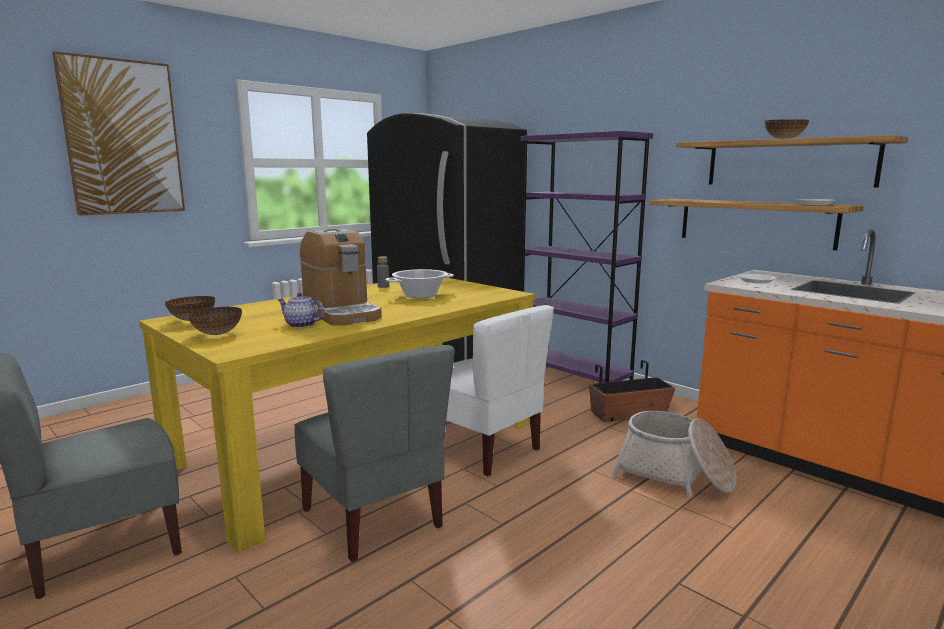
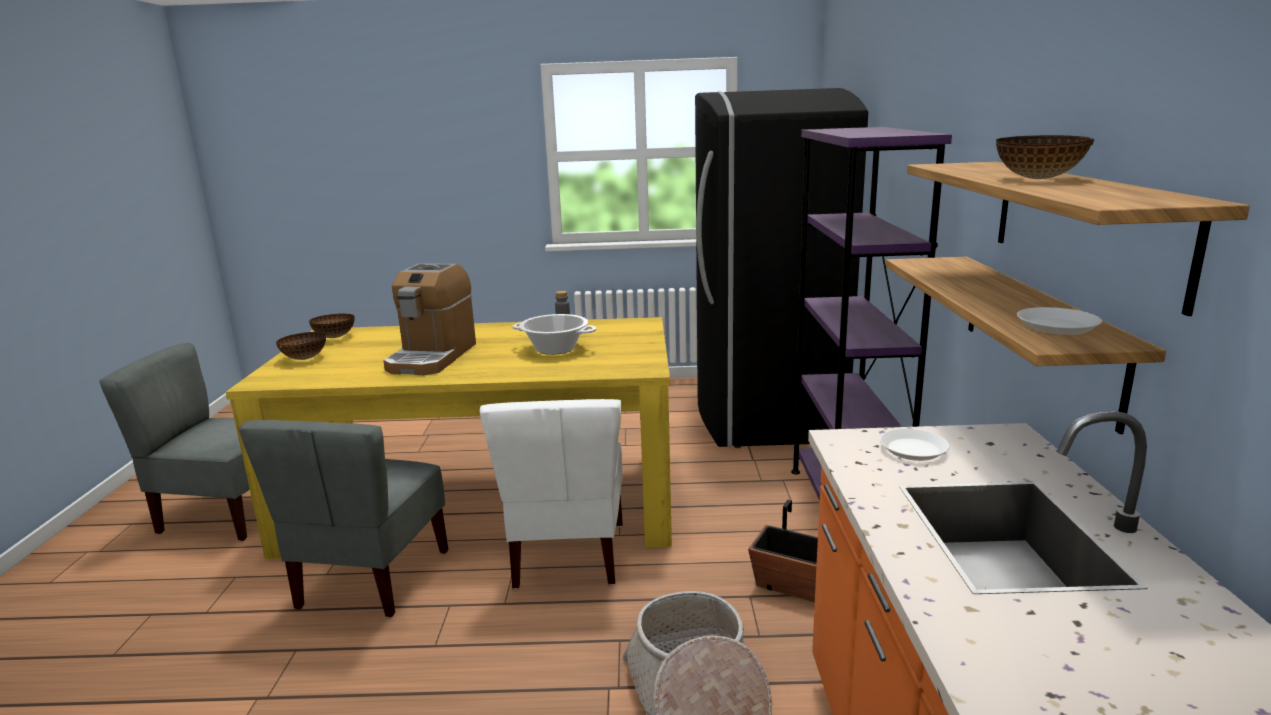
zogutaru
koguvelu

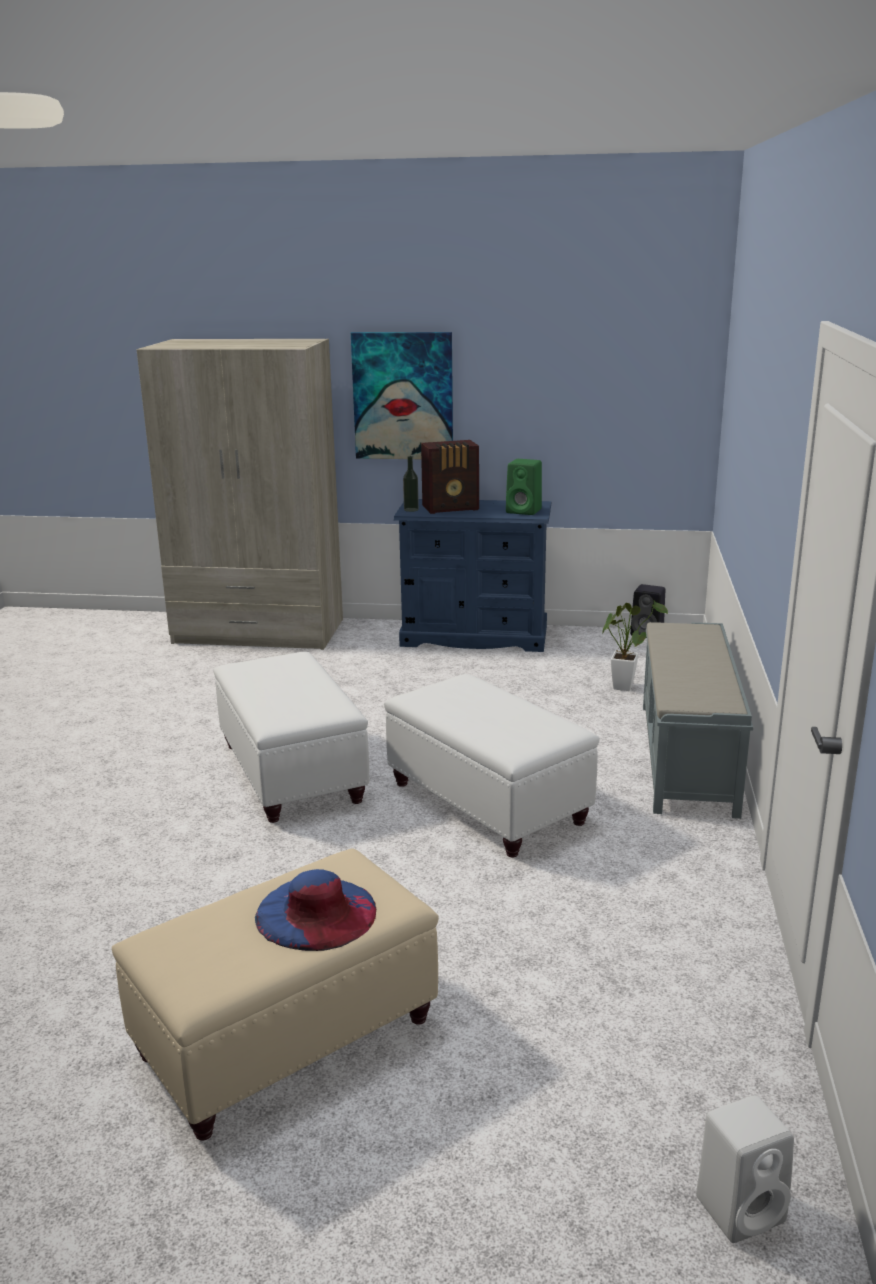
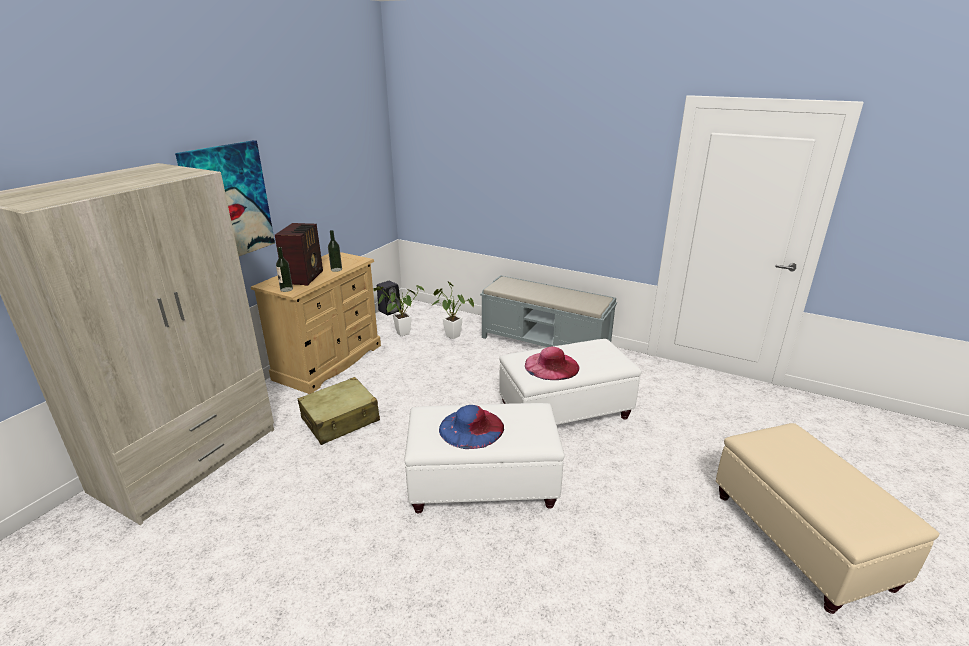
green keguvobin
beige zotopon
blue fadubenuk
white keguvobin
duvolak (2nd from left)
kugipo (1st from left)
pink fadubenuk
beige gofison

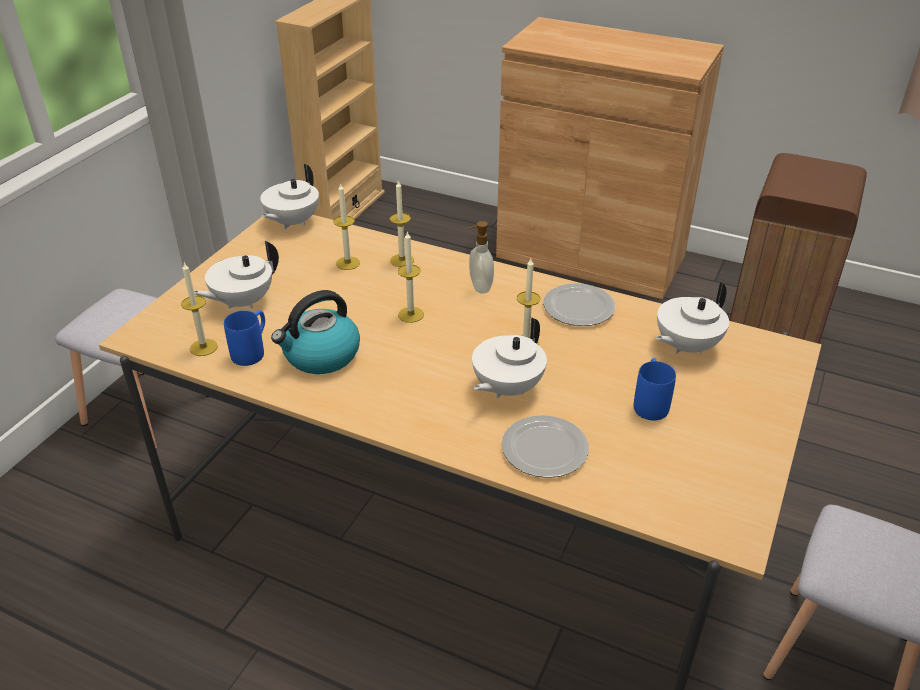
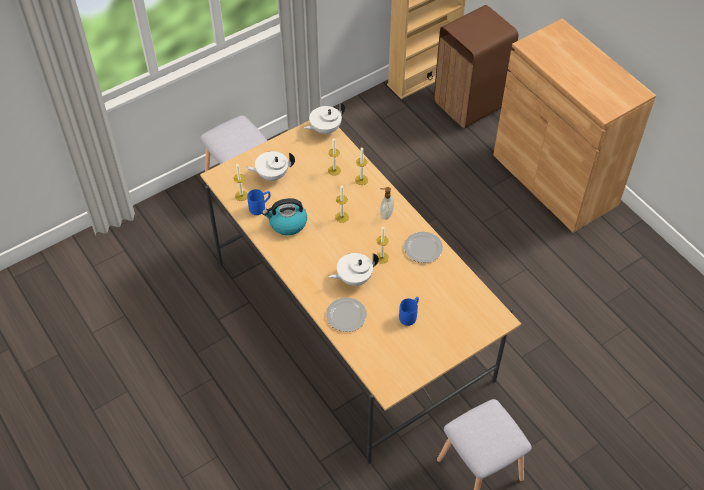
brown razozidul
white koguvelu (4th from left in the first image)

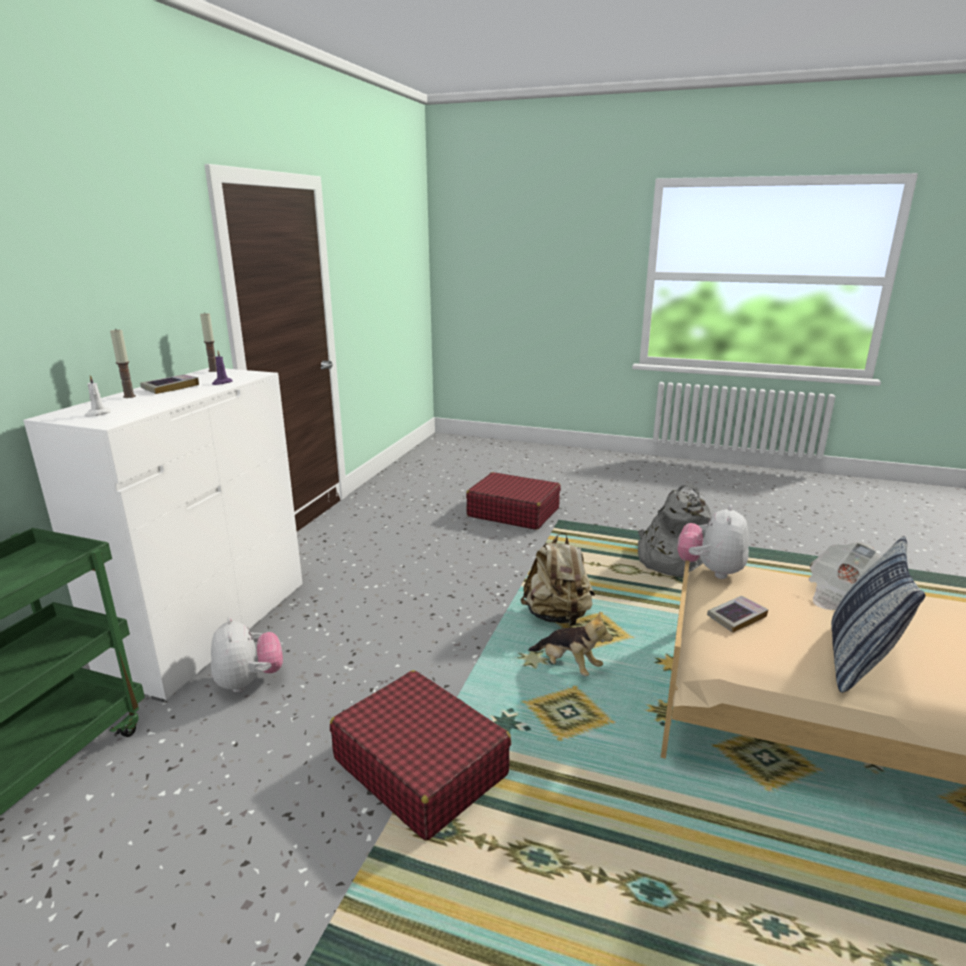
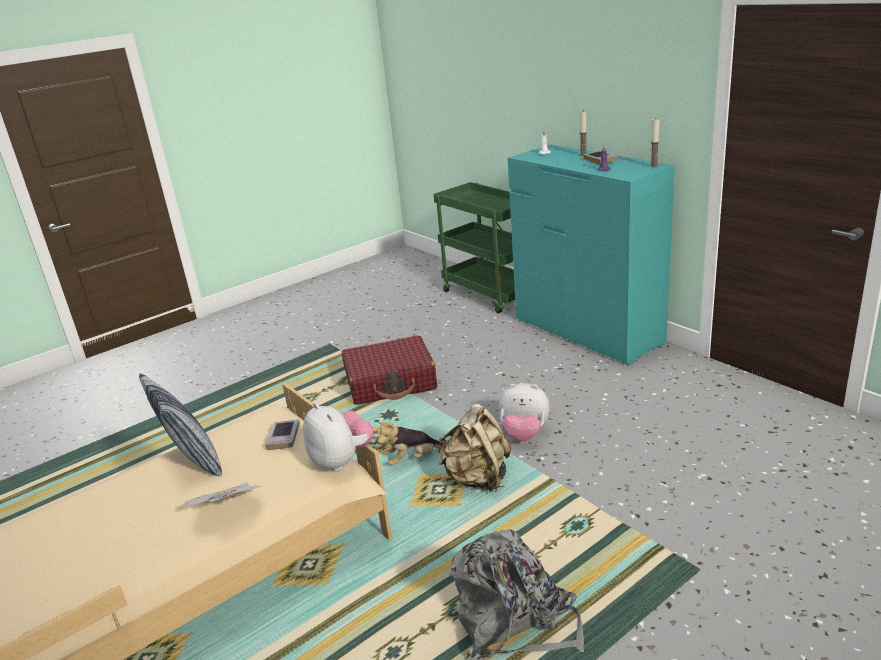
turquoise zotopon
red gofison (2nd from left in the first image)
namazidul (3rd from left)

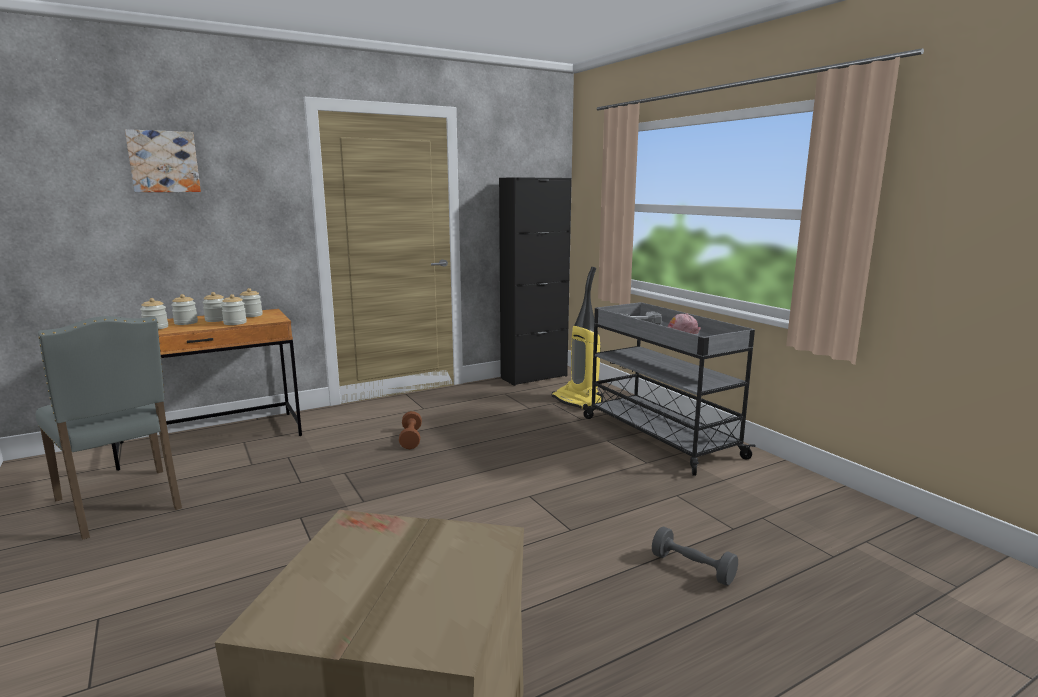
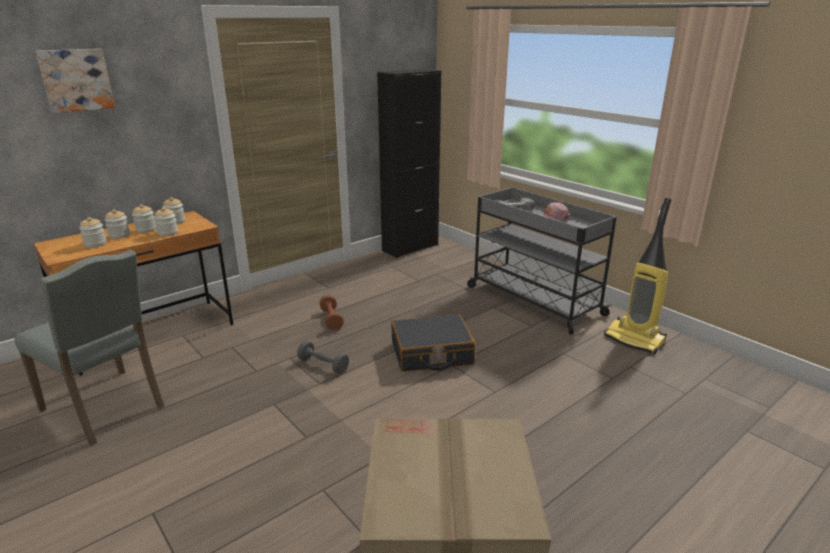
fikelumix
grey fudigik
black gofison

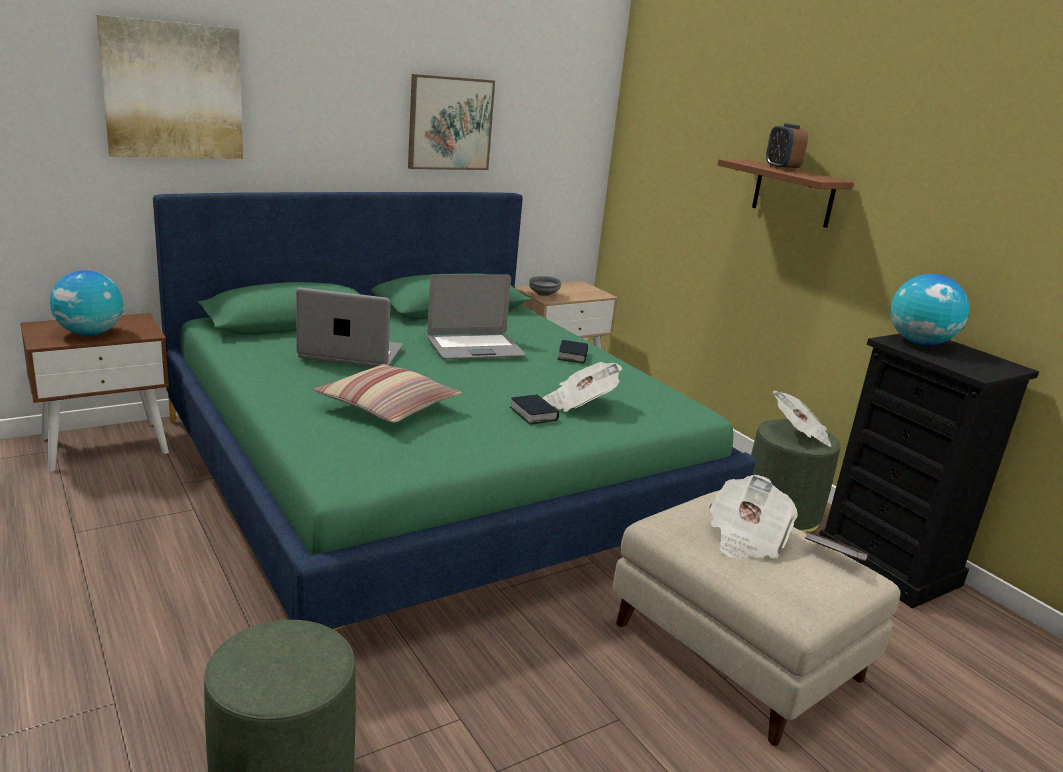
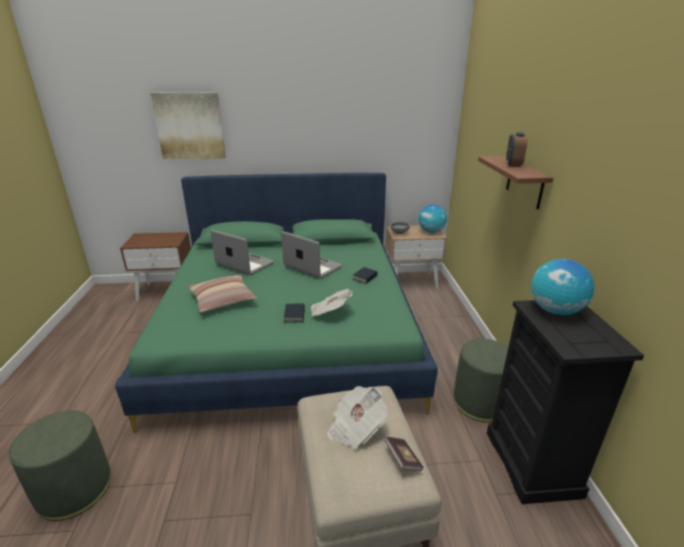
zogutaru (2nd from left in the first image)
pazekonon (1st from left)
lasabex (2nd from left)
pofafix (3rd from left in the first image)

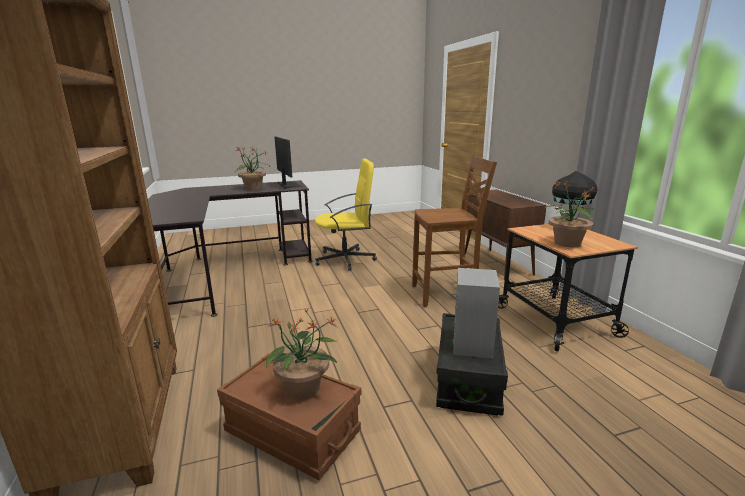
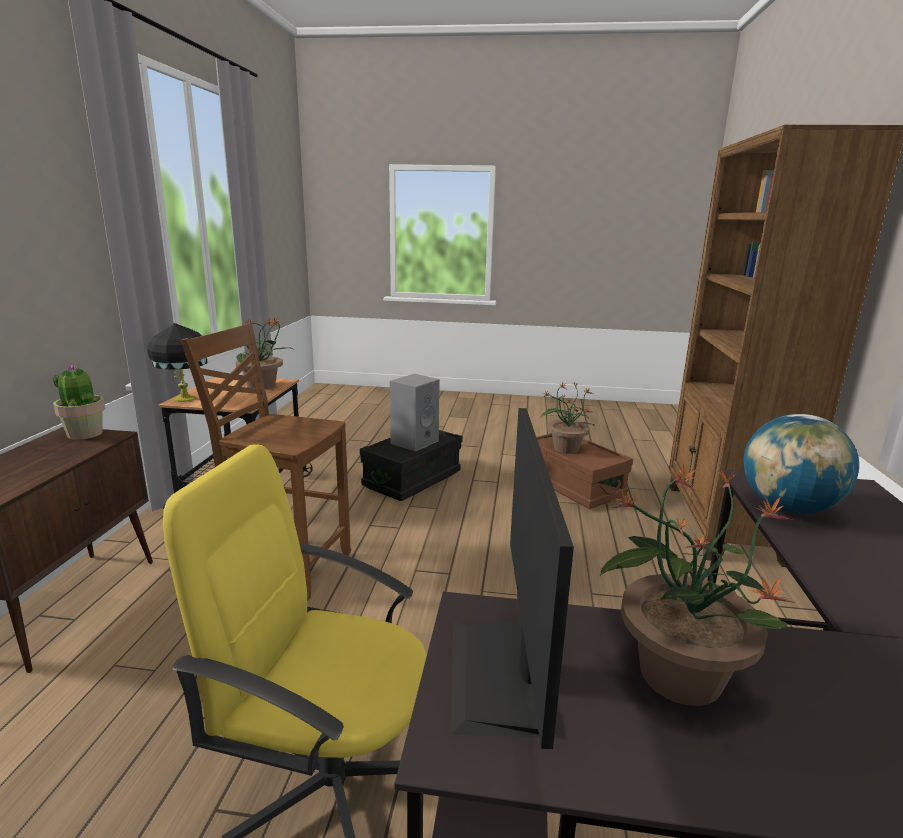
kugipo (1st from left)
pazekonon

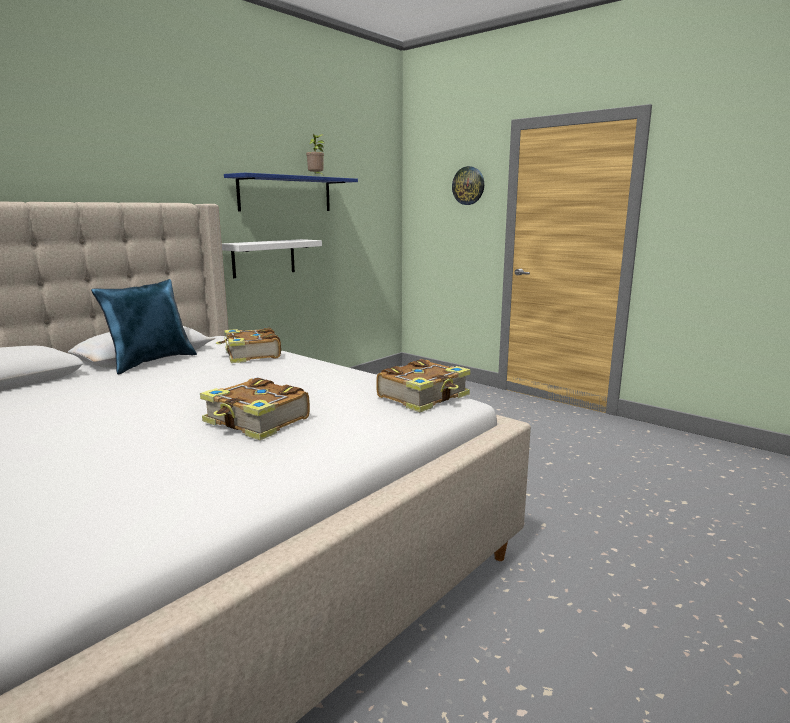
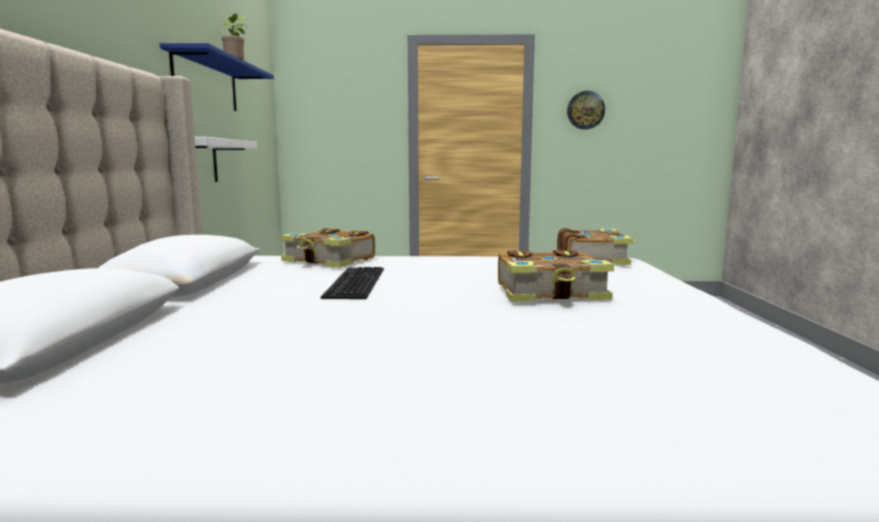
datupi
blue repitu
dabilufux

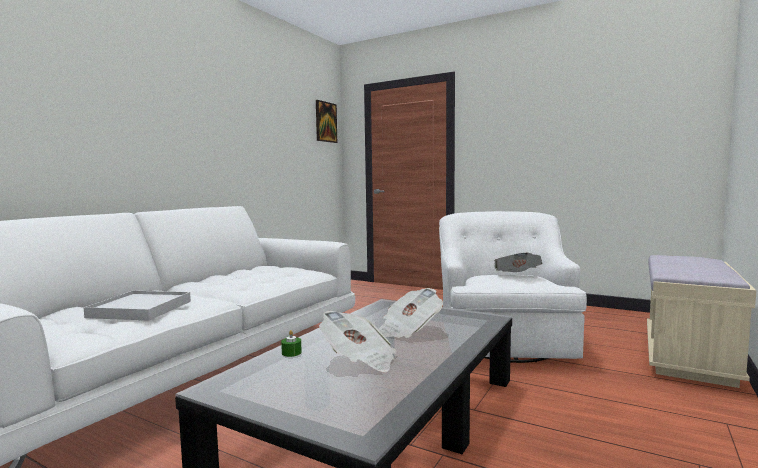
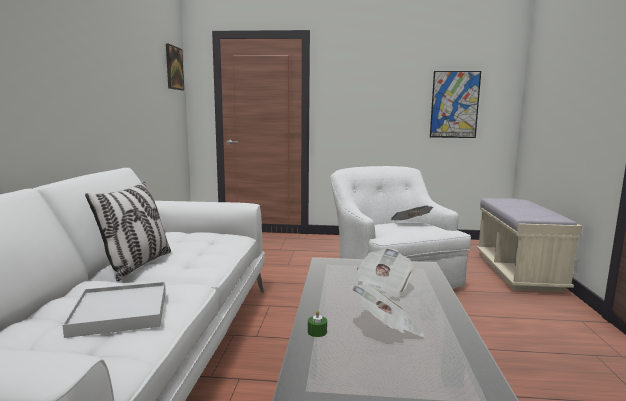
zogutaru (2nd from left)
repitu

